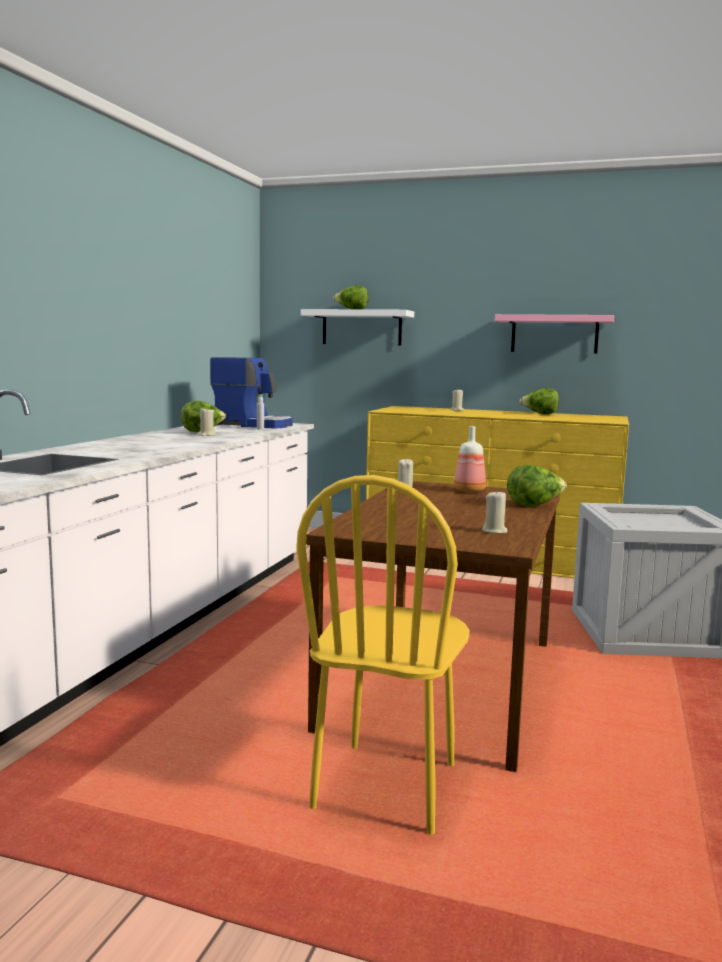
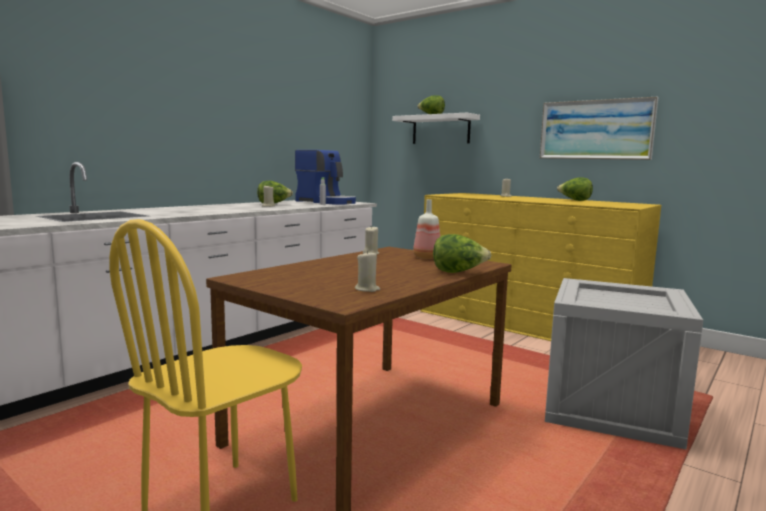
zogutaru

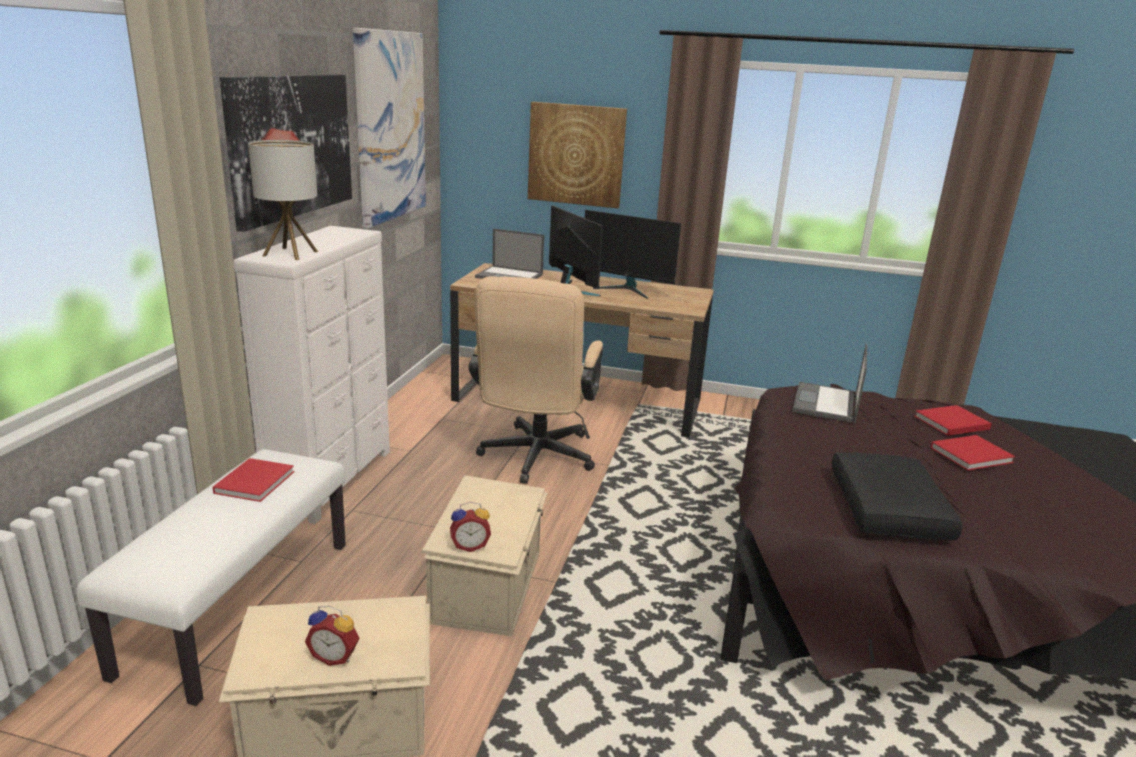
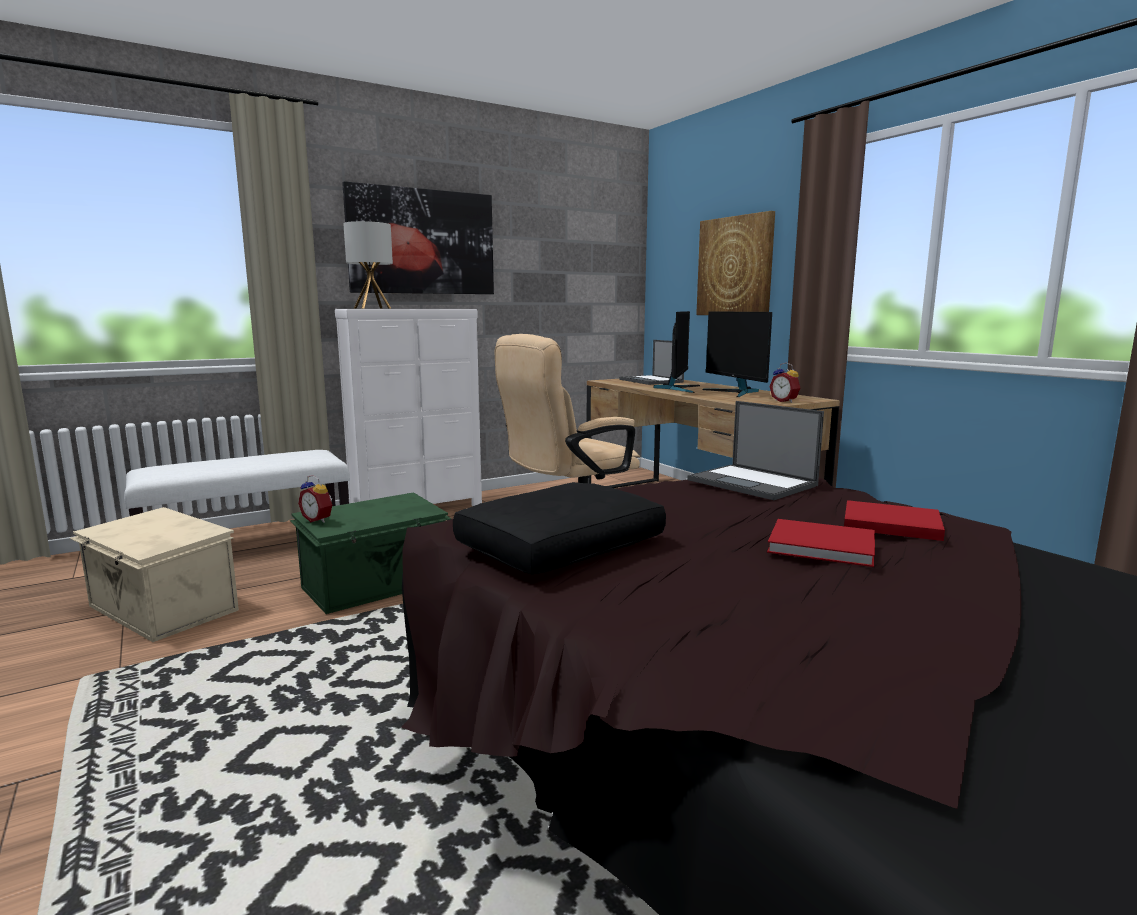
zogutaru (2nd from left in the first image)
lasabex (2nd from left)
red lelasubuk (1st from left in the first image)
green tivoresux
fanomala (2nd from left)

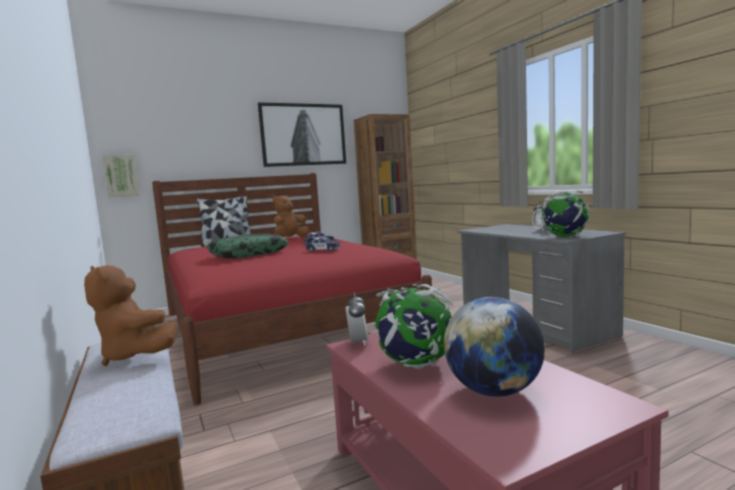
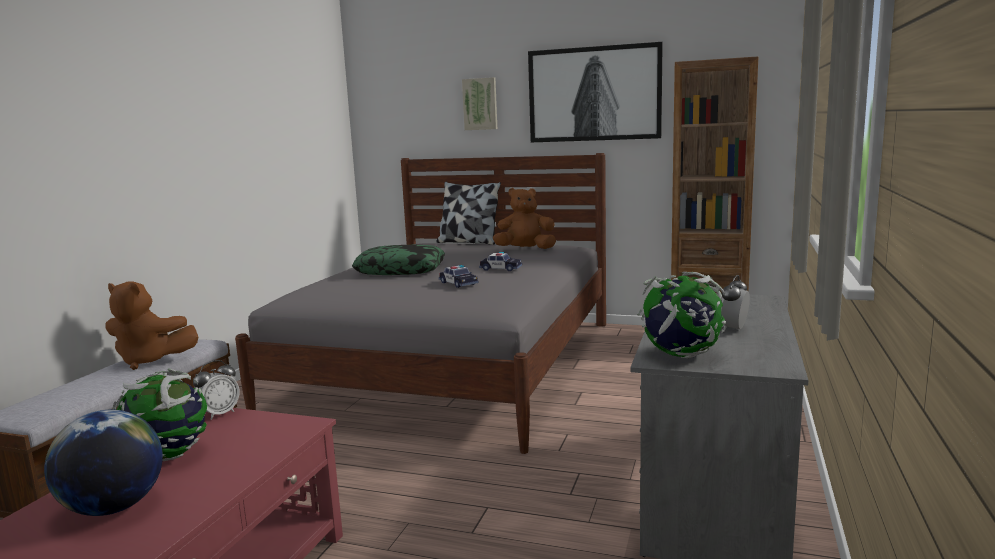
zogutaru (1st from left)
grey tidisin
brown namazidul (1st from left)

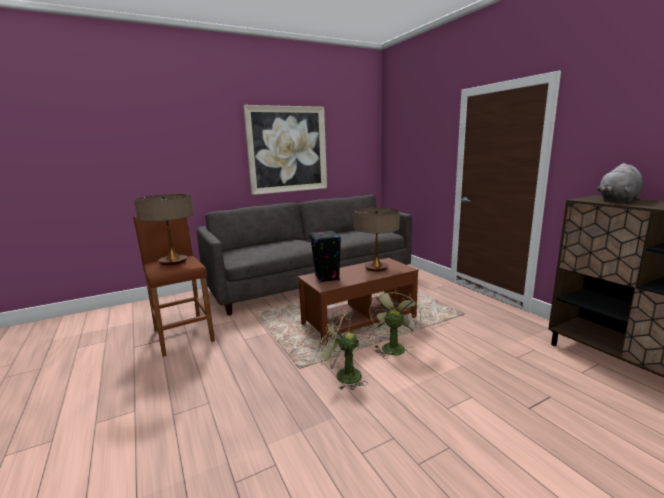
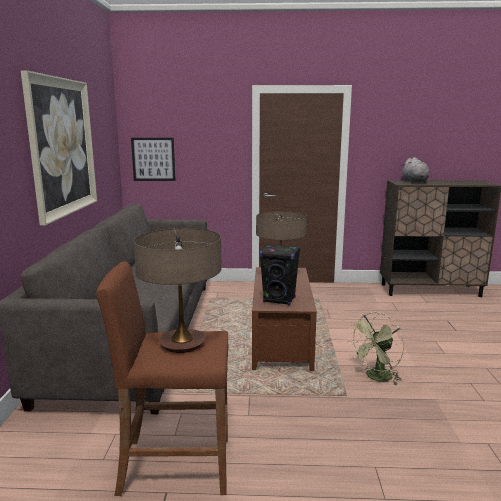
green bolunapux (2nd from left in the first image)
zogutaru (2nd from left)

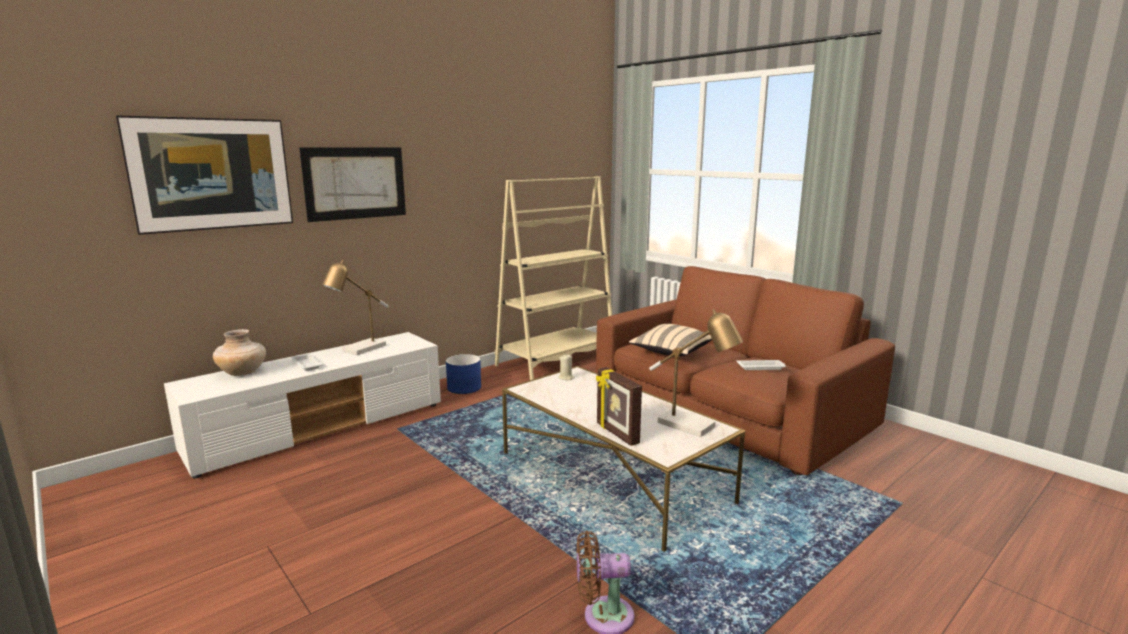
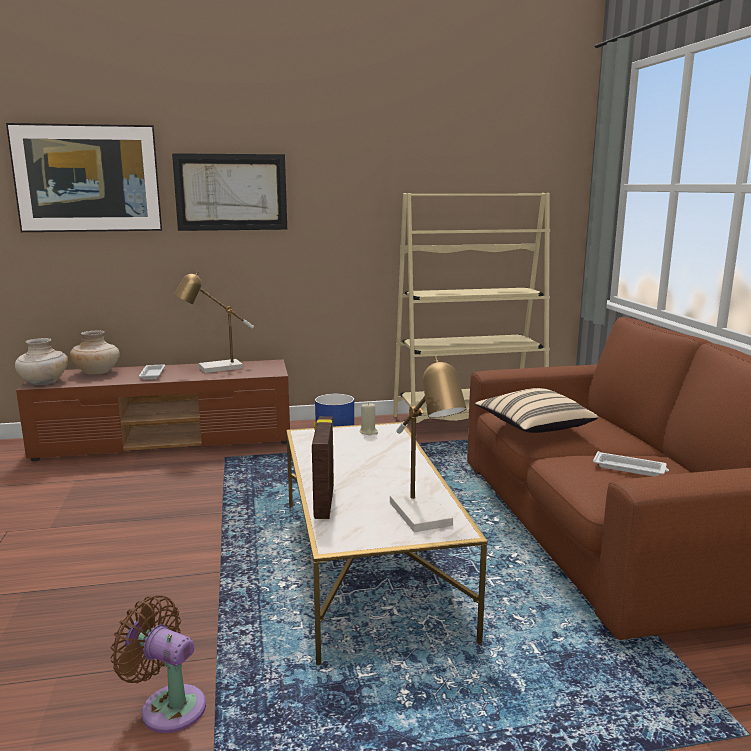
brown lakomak
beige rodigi (1st from left)

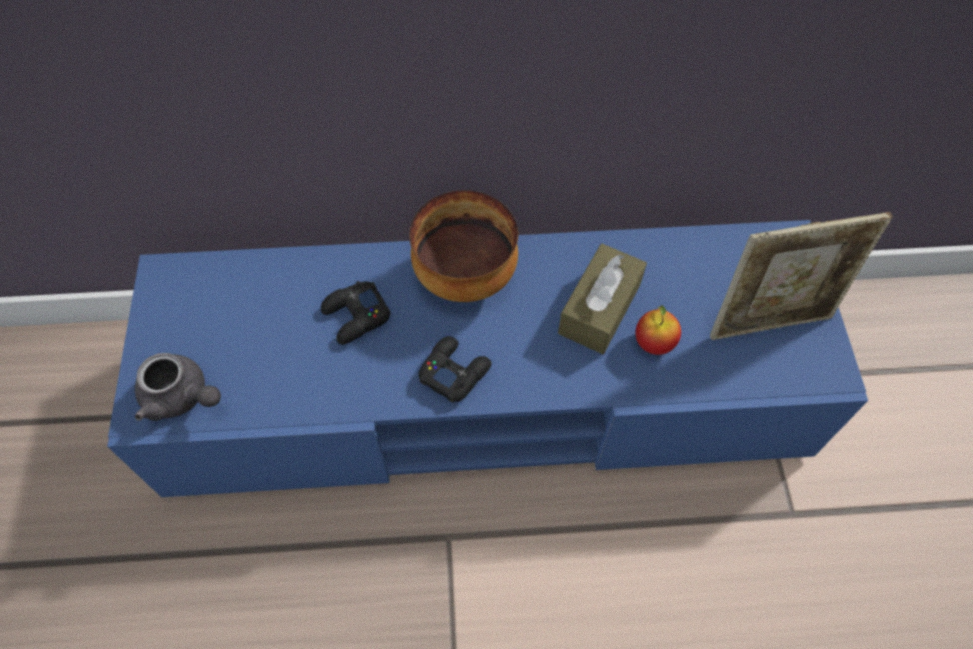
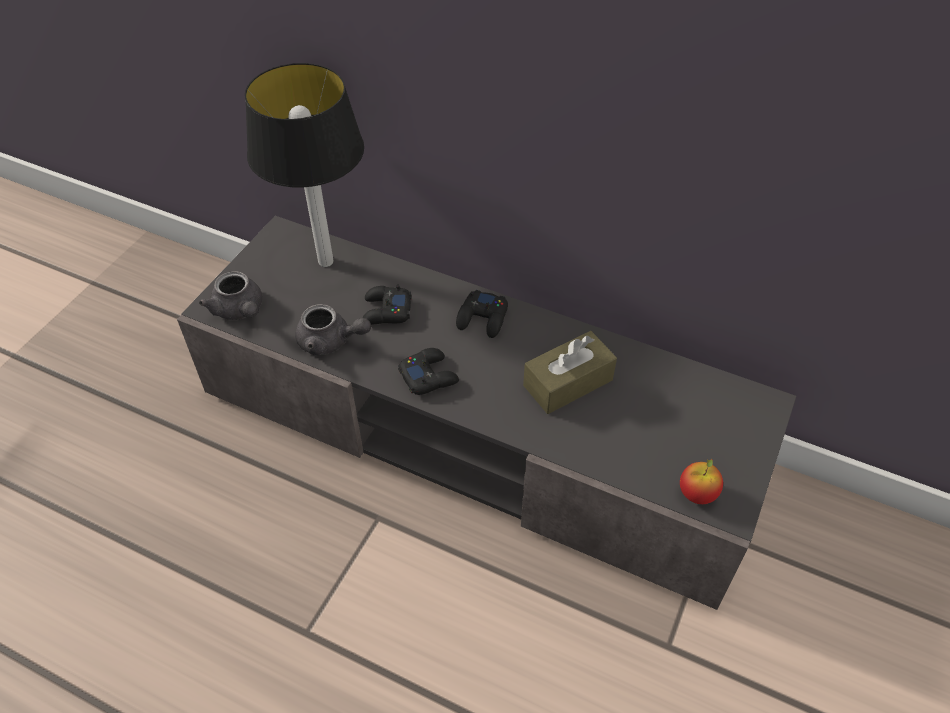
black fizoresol (3rd from left)
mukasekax
grey lakomak
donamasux
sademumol
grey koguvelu (2nd from left)

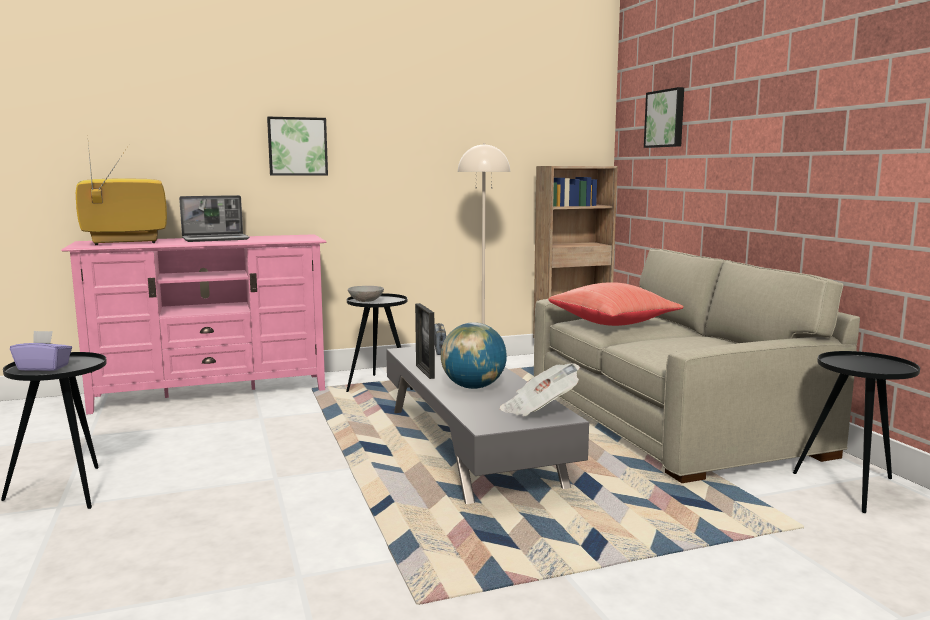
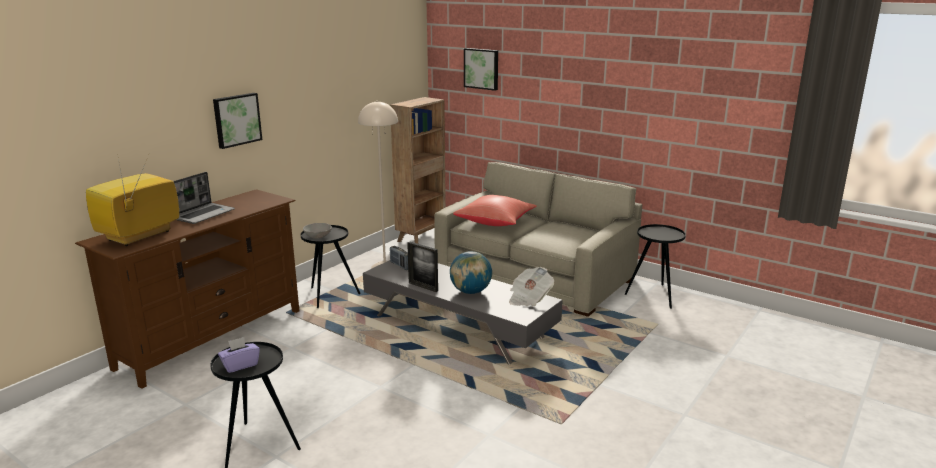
brown lakomak

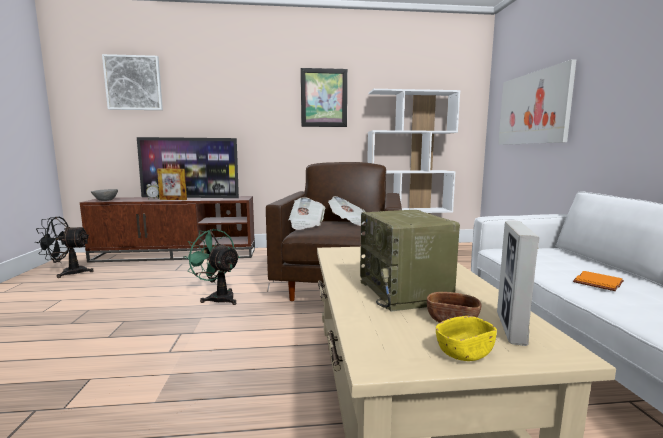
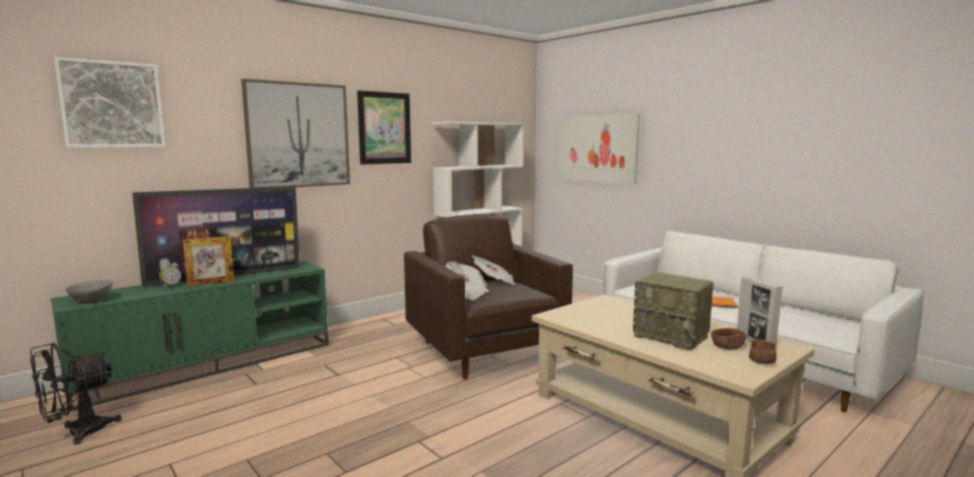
green lakomak
green bolunapux
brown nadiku (2nd from left)
zogutaru (2nd from left)

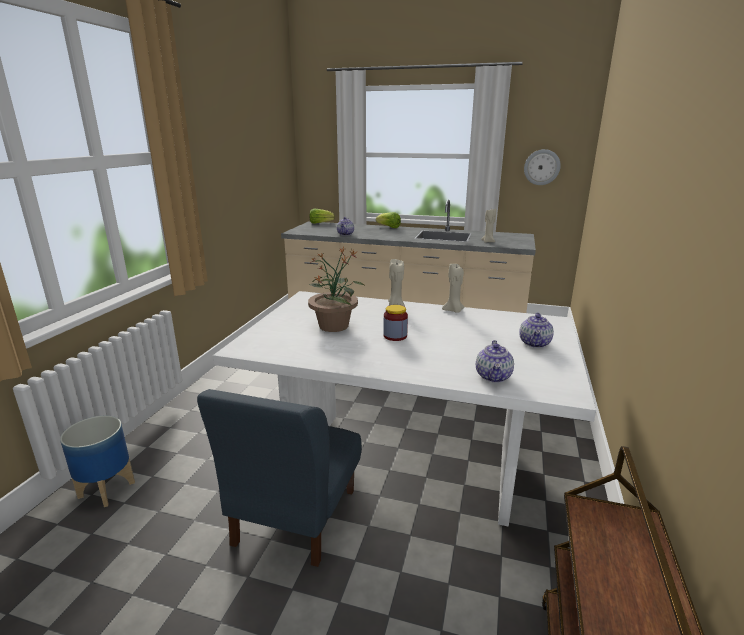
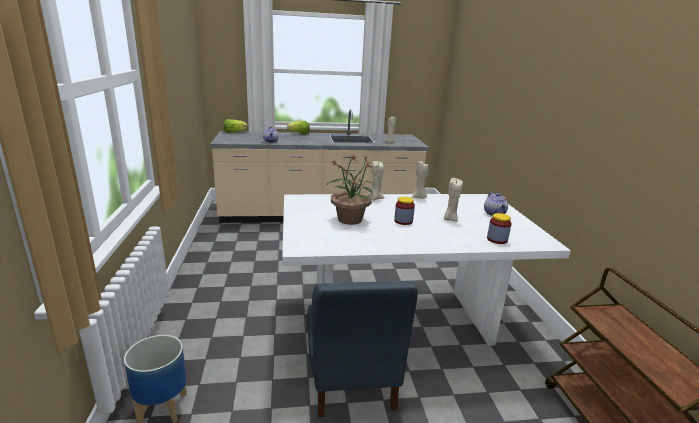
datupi
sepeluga (2nd from left)
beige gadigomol (4th from left)

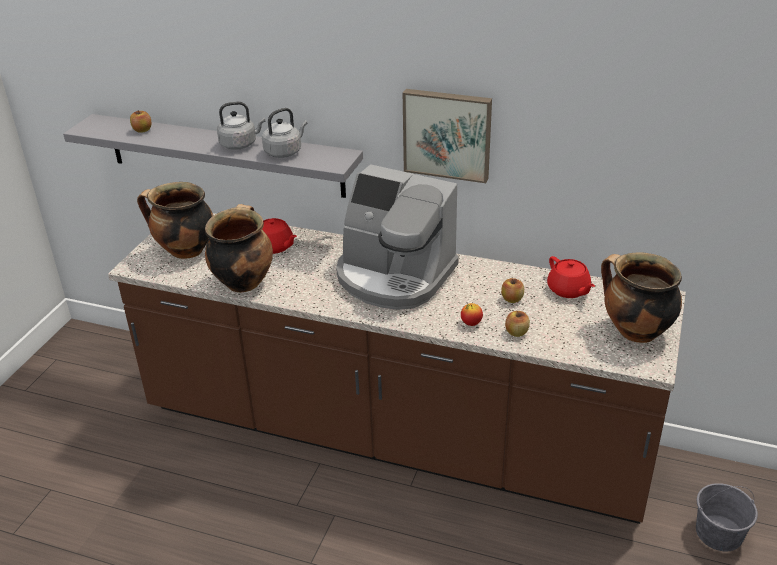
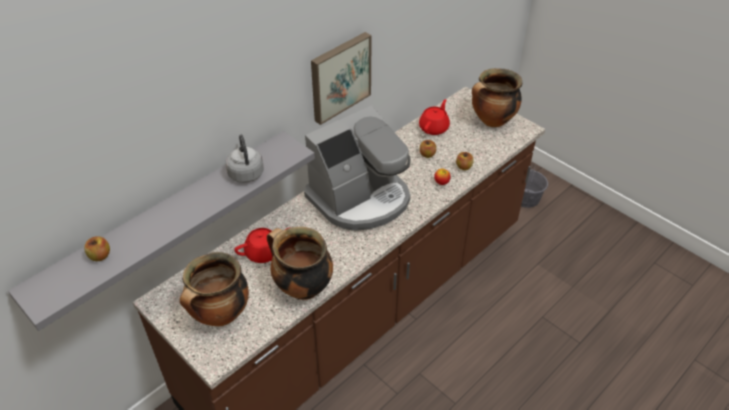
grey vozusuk (1st from left in the first image)
red koguvelu (2nd from left)

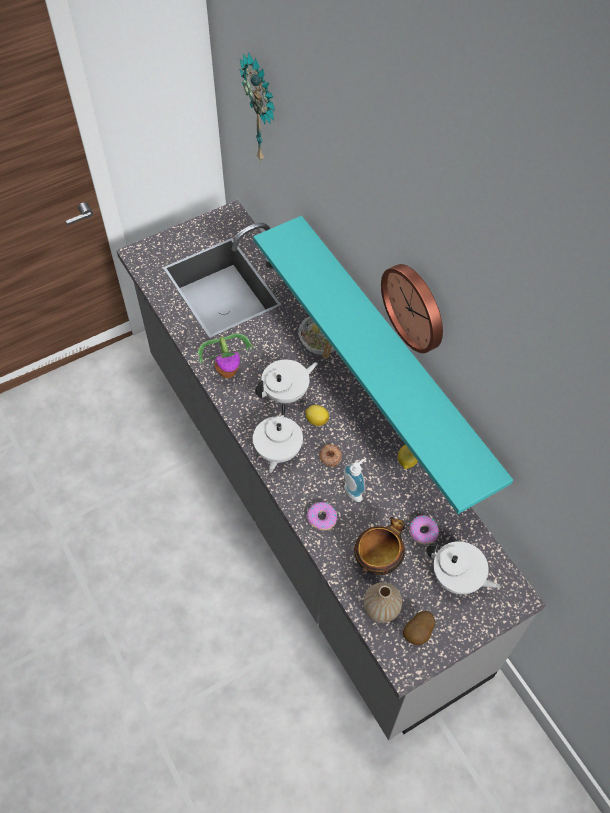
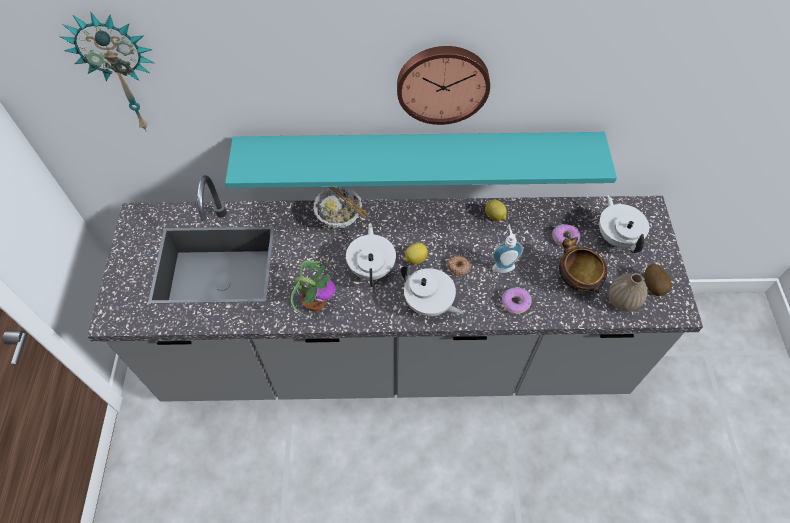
white koguvelu (3rd from left)

